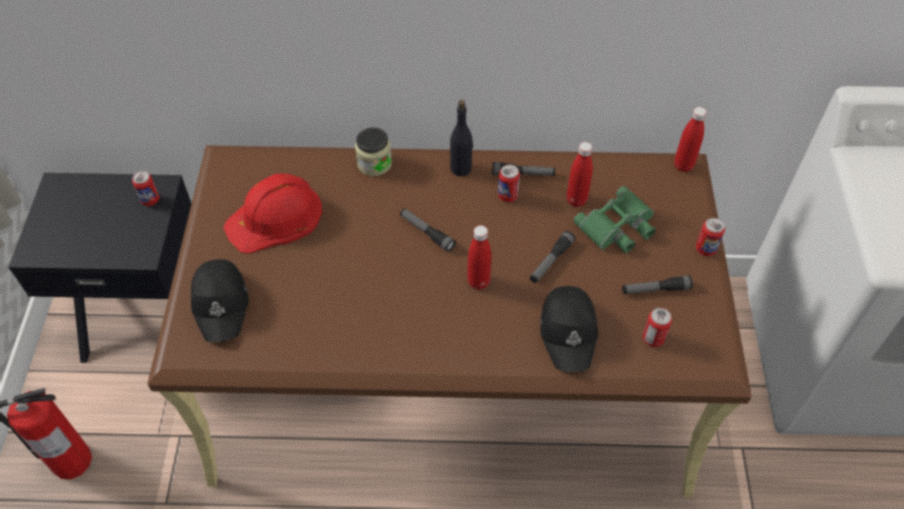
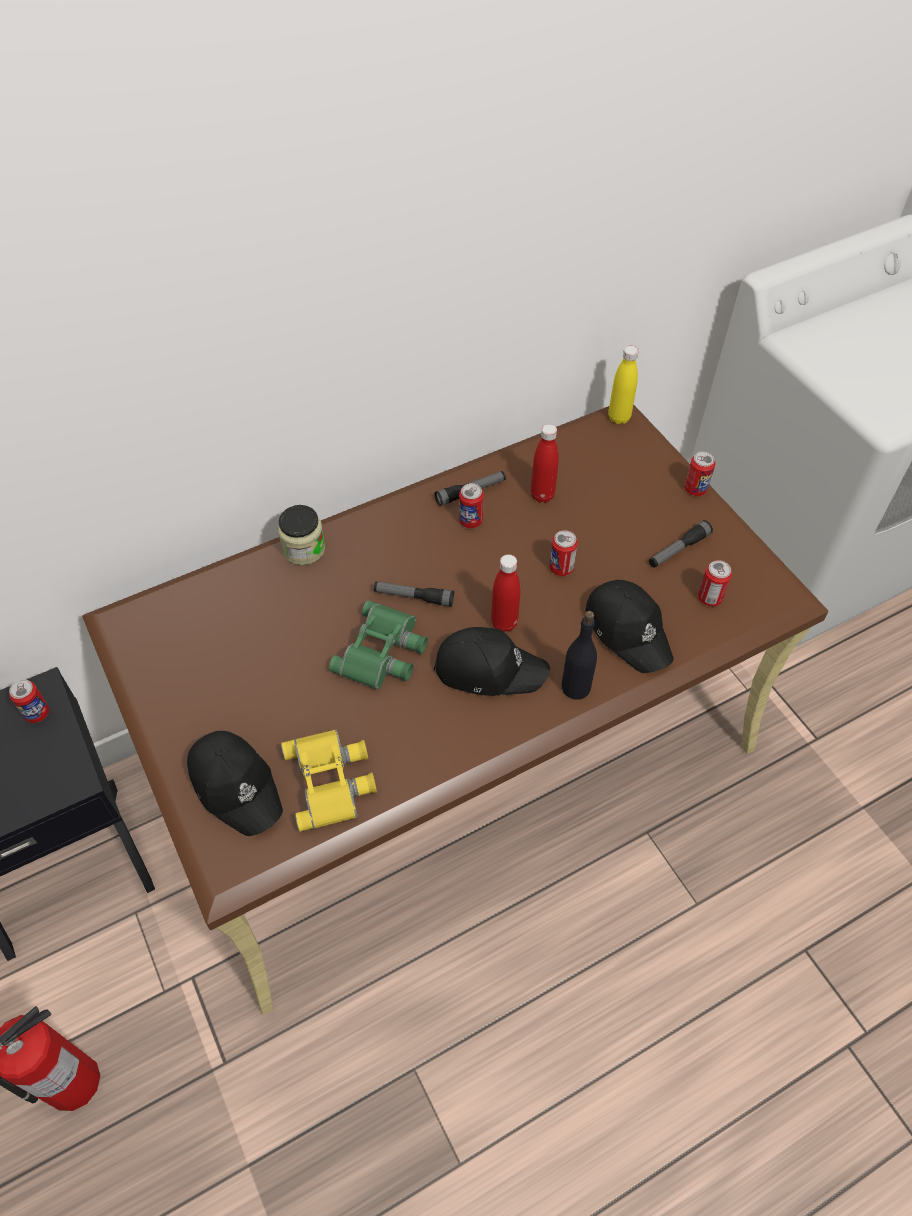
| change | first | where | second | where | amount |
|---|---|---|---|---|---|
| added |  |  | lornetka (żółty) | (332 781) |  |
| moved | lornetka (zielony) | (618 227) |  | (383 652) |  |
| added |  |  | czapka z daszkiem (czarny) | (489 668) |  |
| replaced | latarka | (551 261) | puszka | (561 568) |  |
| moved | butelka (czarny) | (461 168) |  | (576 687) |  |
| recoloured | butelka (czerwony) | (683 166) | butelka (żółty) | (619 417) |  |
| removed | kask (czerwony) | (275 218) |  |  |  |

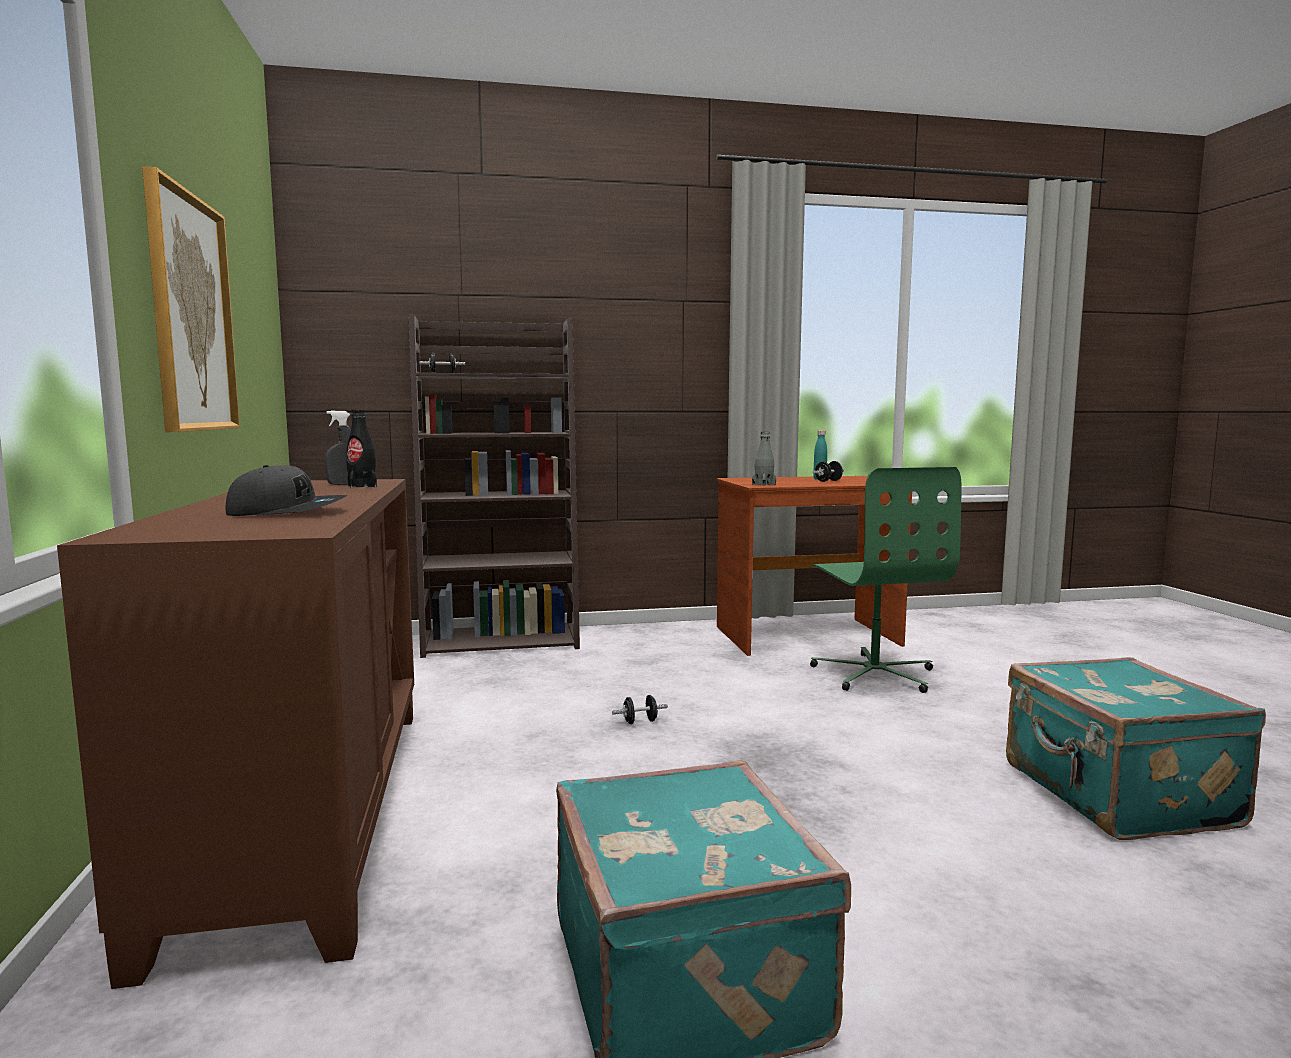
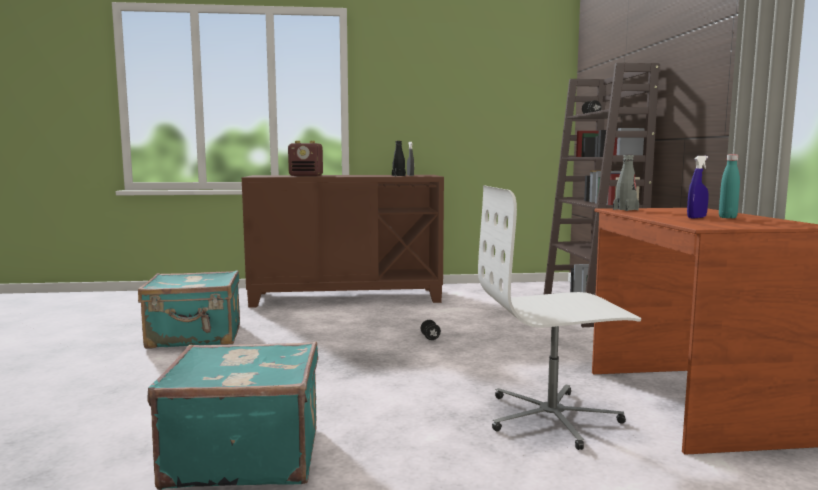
| change | first | where | second | where | amount |
|---|---|---|---|---|---|
| replaced | czapka z daszkiem (szary) | (287 512) | radio | (306 176) |  |
| recoloured | krzesło biurowe (zielony) | (875 674) | krzesło biurowe (biały) | (552 418) |  |
| replaced | hantel (czarny) | (828 481) | spryskiwacz (niebieski) | (696 217) |  |
| removed | obraz | (191 314) |  |  |  |

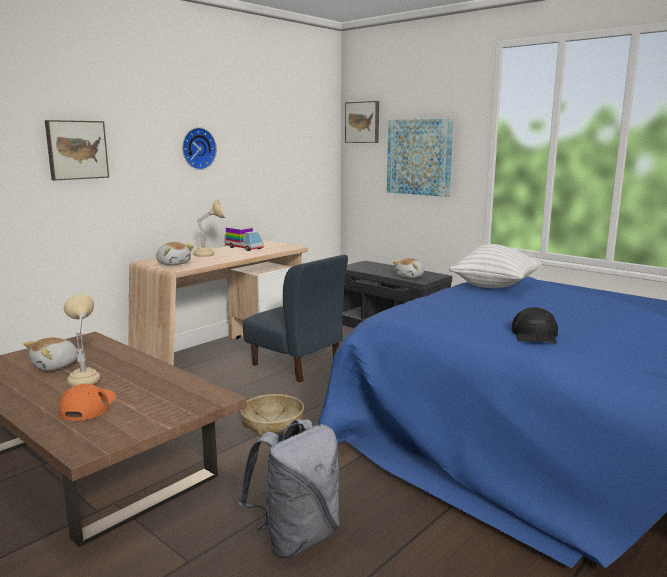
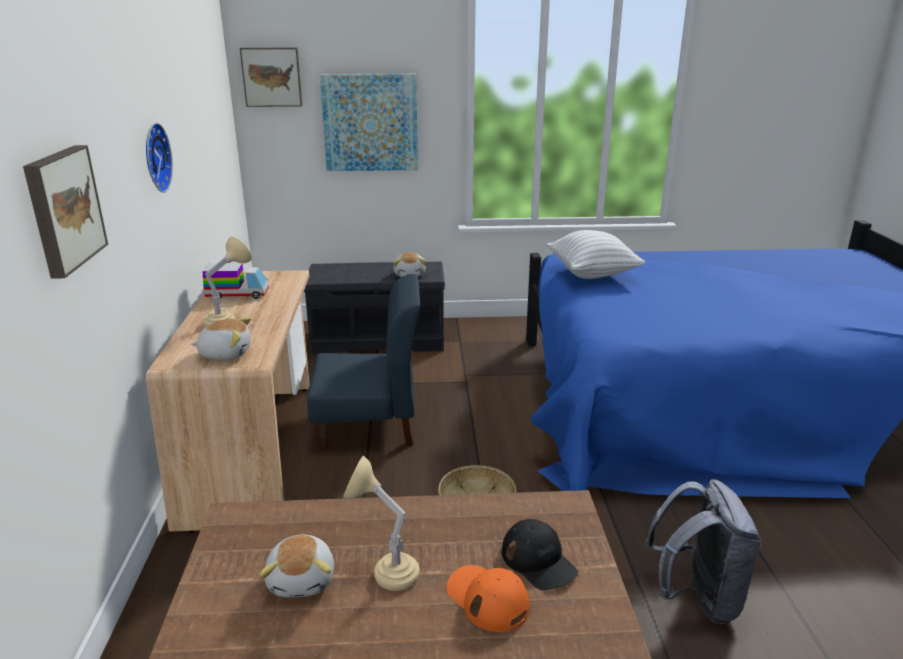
| change | first | where | second | where | amount |
|---|---|---|---|---|---|
| moved | czapka z daszkiem (czarny) | (535 335) |  | (538 561) |  |

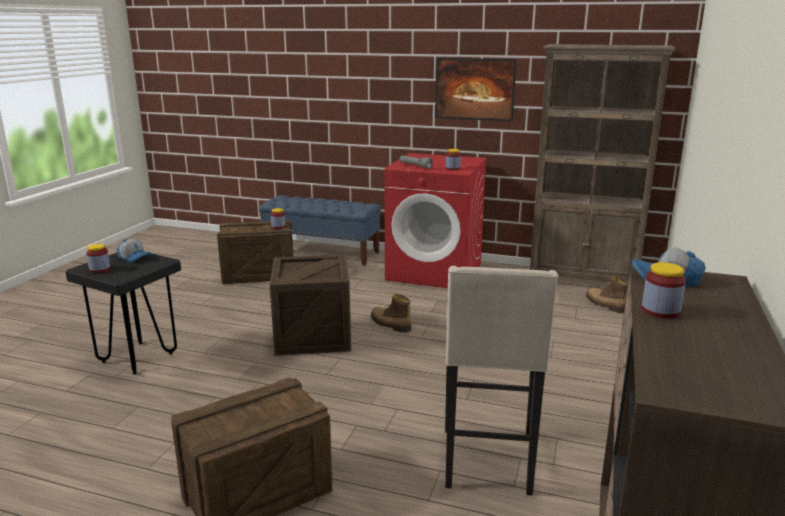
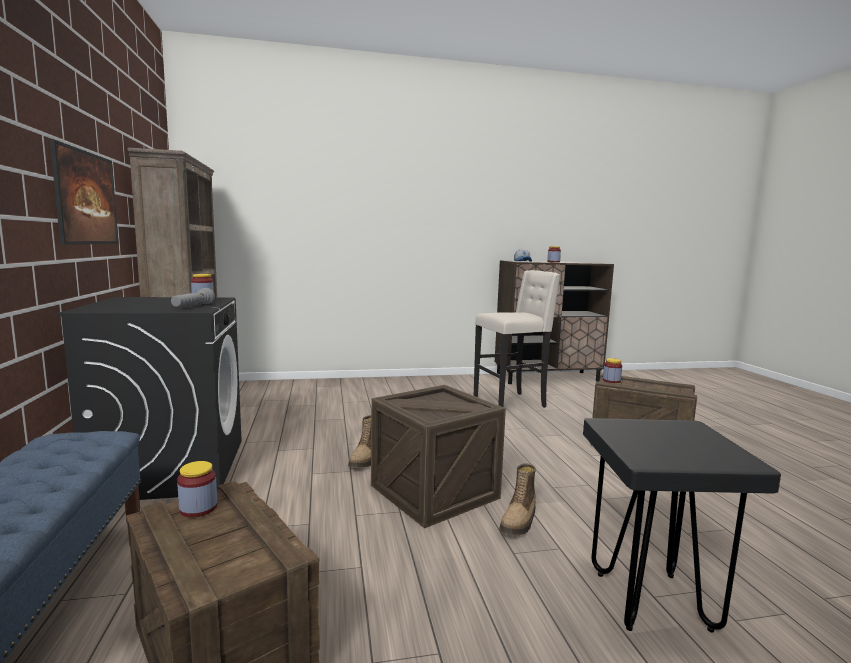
| change | first | where | second | where | amount |
|---|---|---|---|---|---|
| recoloured | pralka (czerwony) | (435 272) | pralka (czarny) | (171 468) |  |
| moved | but z cholewką | (605 305) |  | (519 521) |  |
| moved | słoik | (99 269) |  | (611 380) |  |
| removed | czapka z daszkiem | (135 257) |  |  |  |

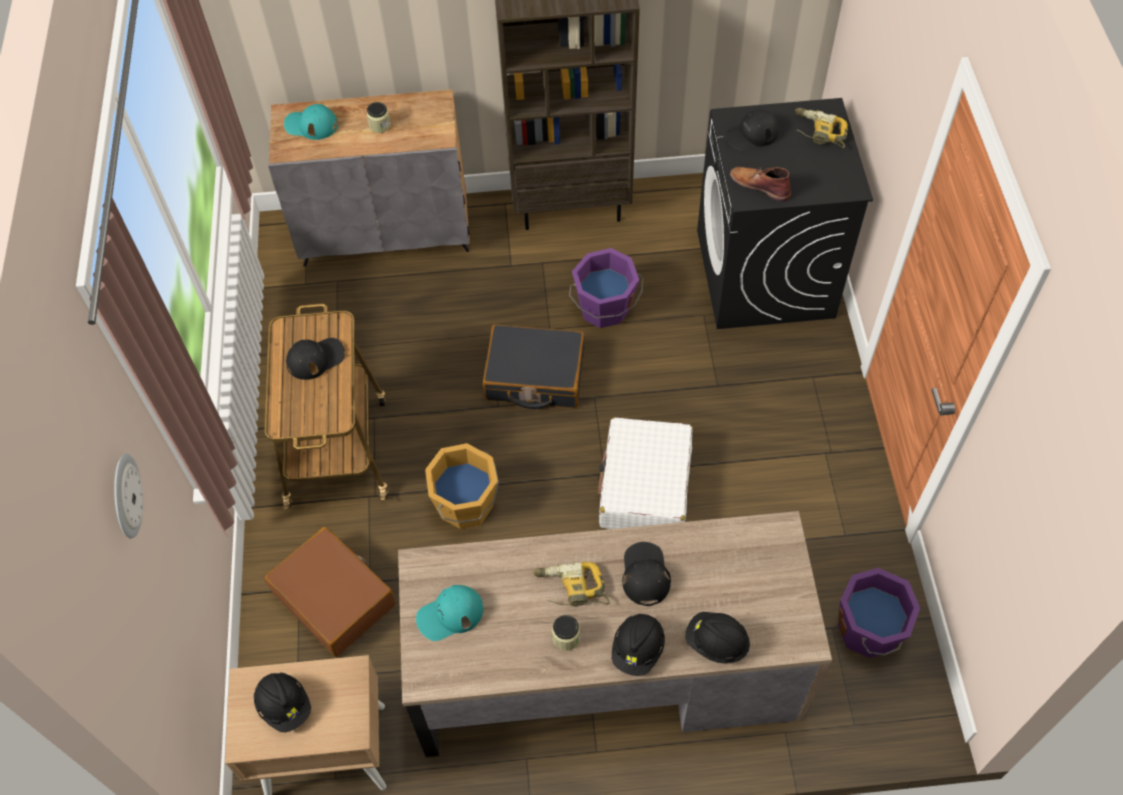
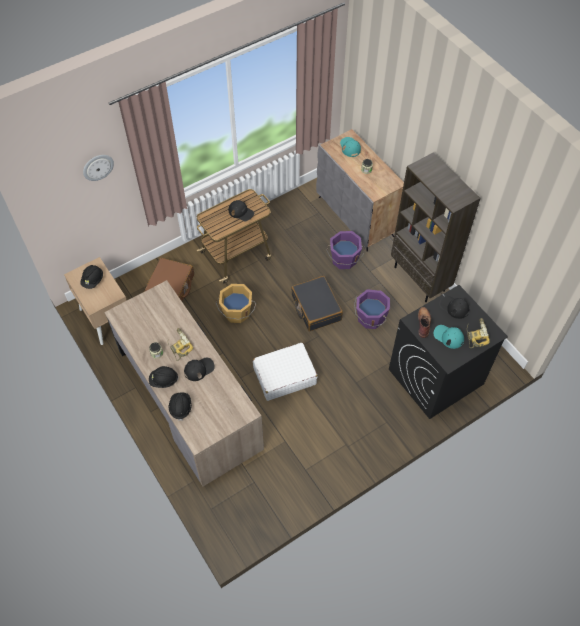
| change | first | where | second | where | amount |
|---|---|---|---|---|---|
| moved | wiadro (fioletowy) | (869 630) |  | (344 260) |  |
| moved | czapka z daszkiem (turkusowy) | (450 614) |  | (448 337) |  |

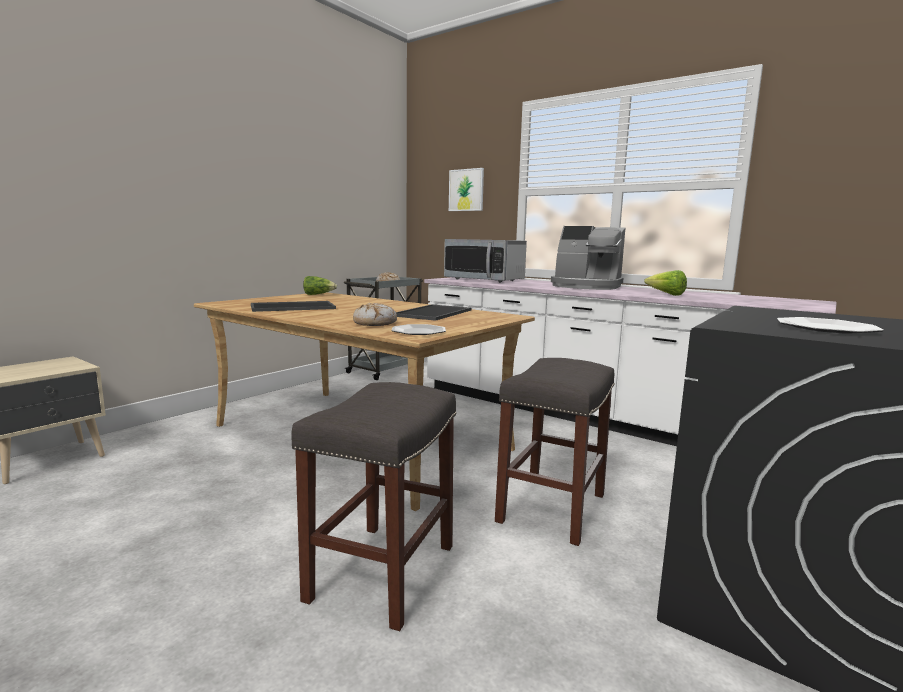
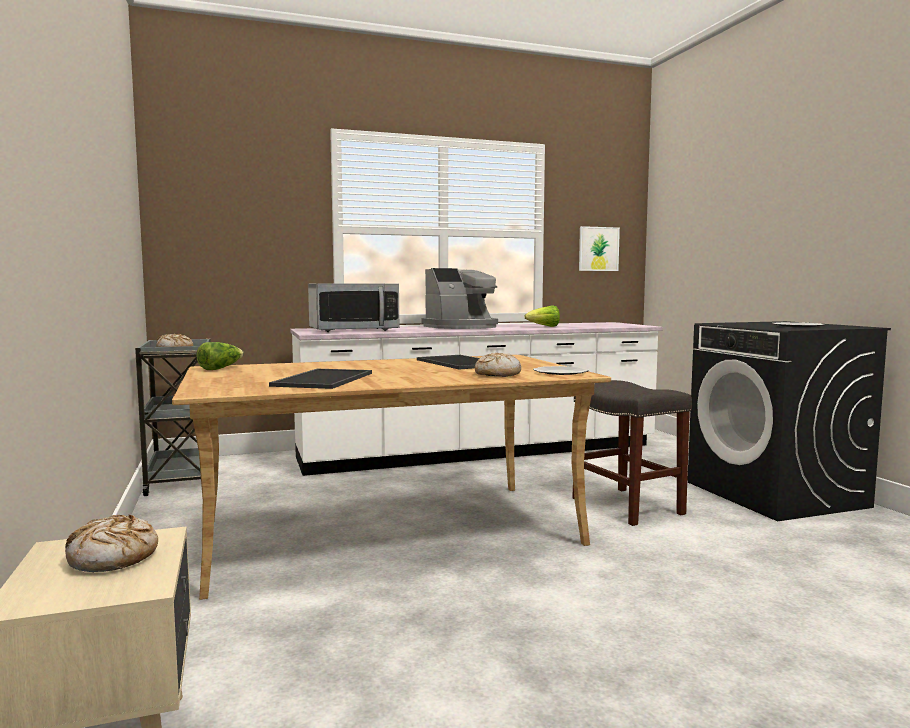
| change | first | where | second | where | amount |
|---|---|---|---|---|---|
| added |  |  | chleb | (113 558) |  |
| moved | obraz | (466 190) |  | (598 249) |  |
| removed | stołek (szary) | (382 573) |  |  |  |

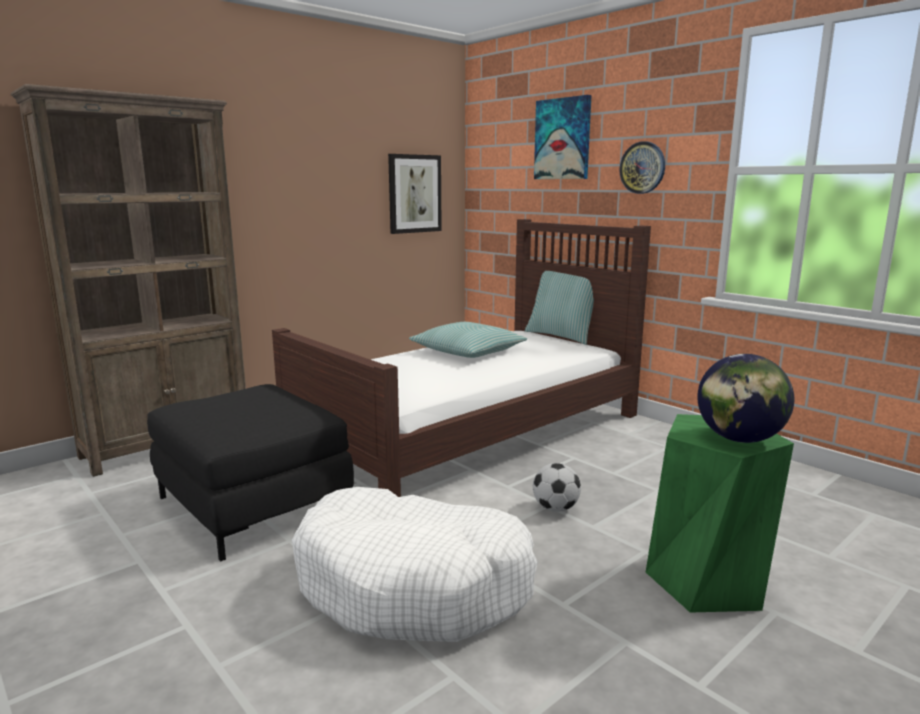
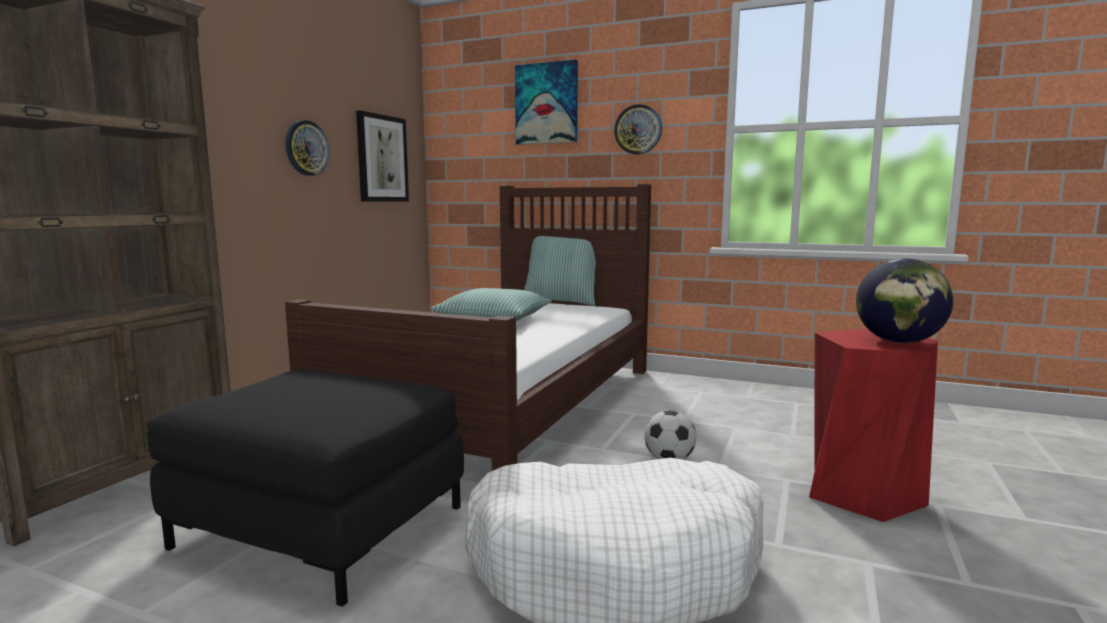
| change | first | where | second | where | amount |
|---|---|---|---|---|---|
| added |  |  | zegar ścienny | (306 148) |  |
| recoloured | stołek (zielony) | (706 581) | stołek (czerwony) | (862 493) |  |

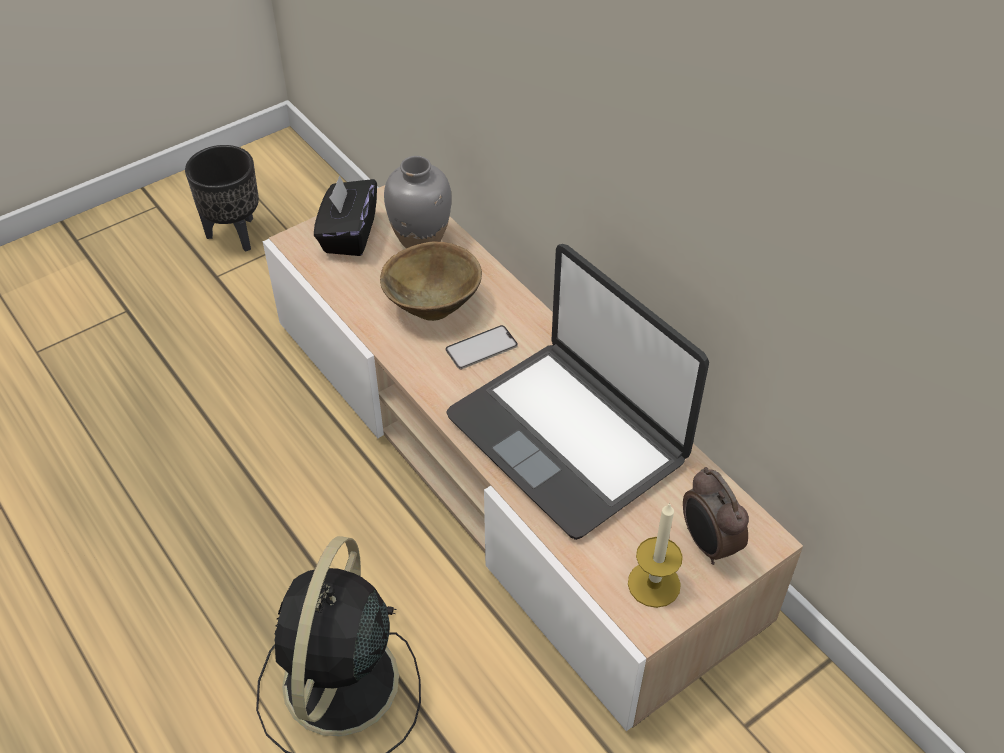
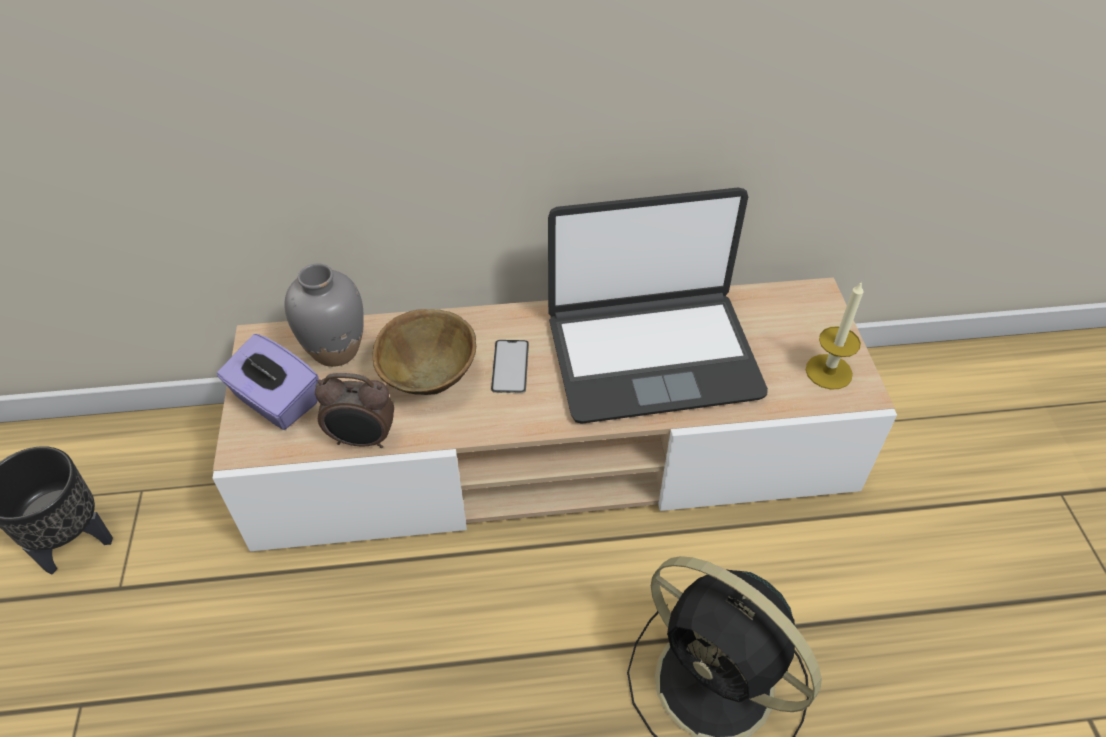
| change | first | where | second | where | amount |
|---|---|---|---|---|---|
| recoloured | pudełko chusteczek (czarny) | (348 234) | pudełko chusteczek (fioletowy) | (276 401) |  |
| moved | budzik | (707 544) |  | (363 440) |  |

